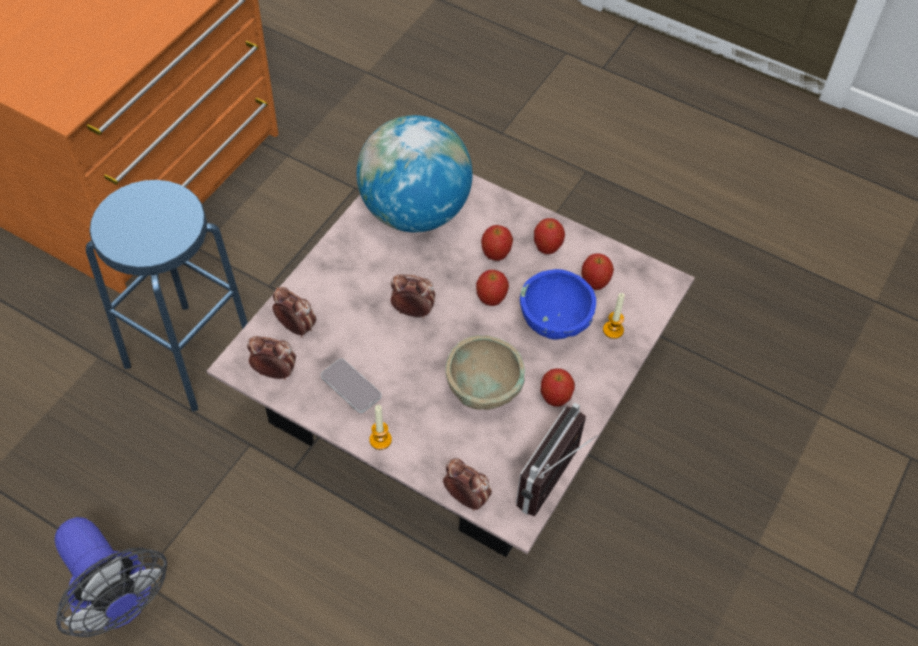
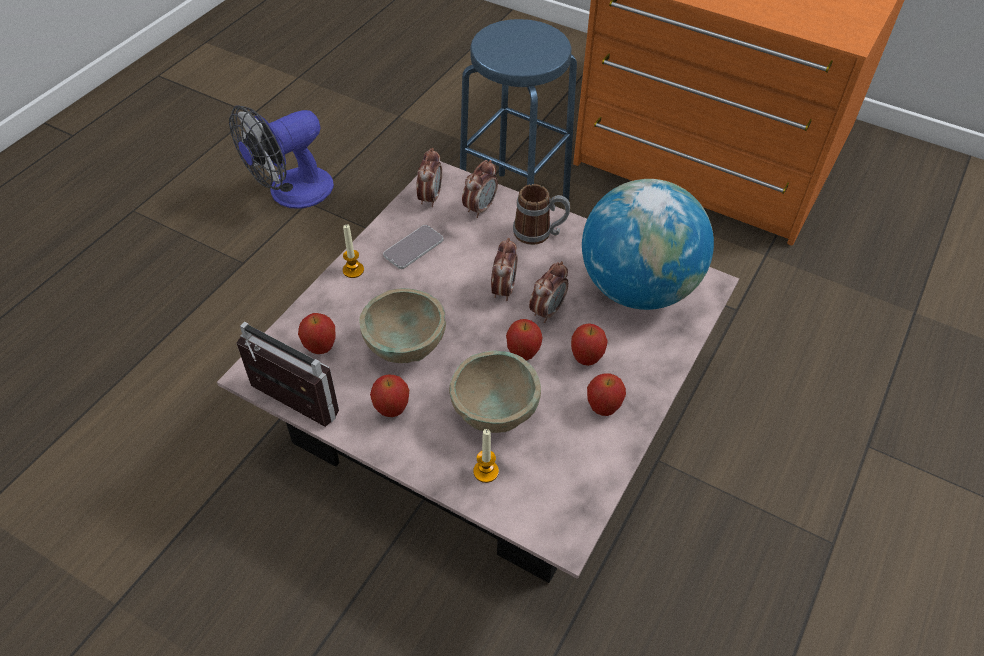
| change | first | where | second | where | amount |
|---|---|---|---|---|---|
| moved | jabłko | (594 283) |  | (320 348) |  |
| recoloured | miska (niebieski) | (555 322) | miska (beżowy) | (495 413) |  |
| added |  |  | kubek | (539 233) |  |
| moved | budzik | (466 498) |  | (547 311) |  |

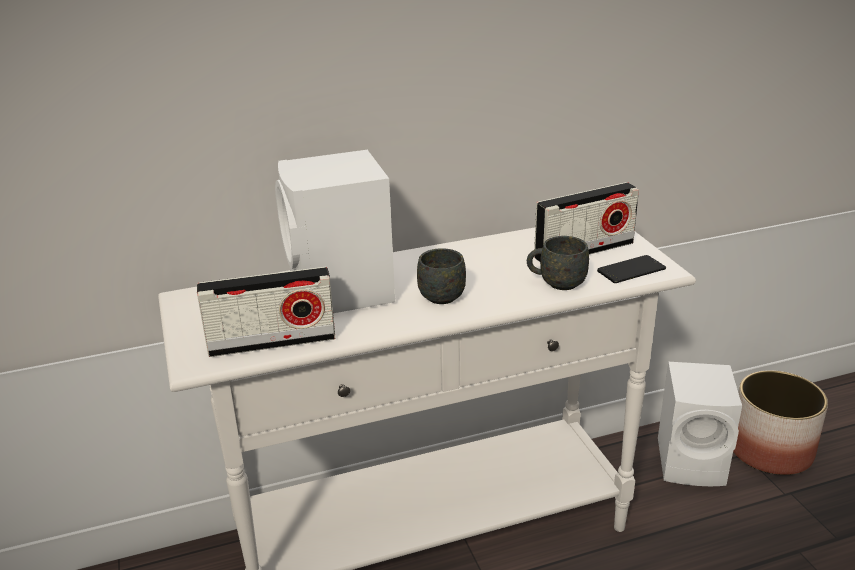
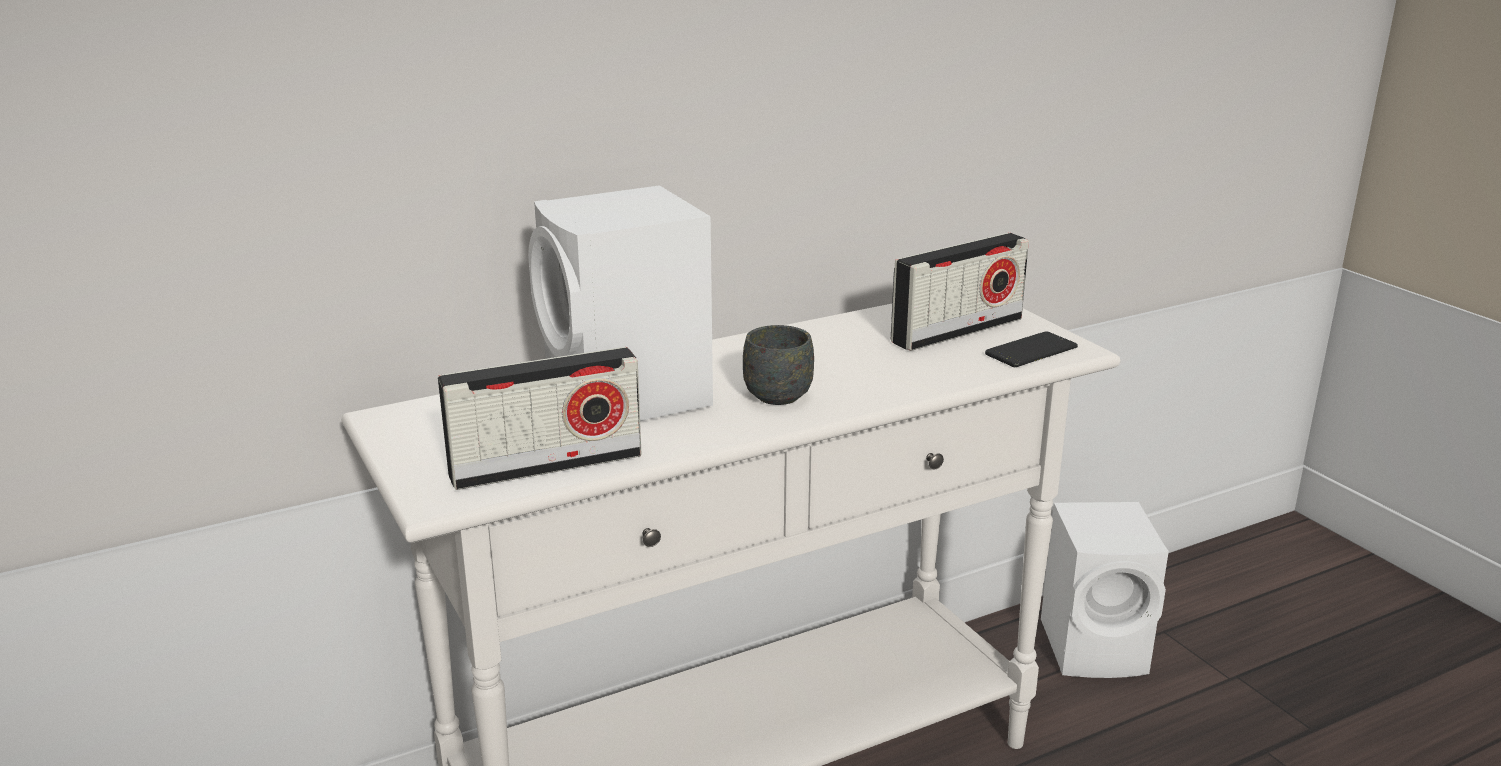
| change | first | where | second | where | amount |
|---|---|---|---|---|---|
| removed | kubek (szary) | (556 283) |  |  |  |
| removed | donica | (770 450) |  |  |  |

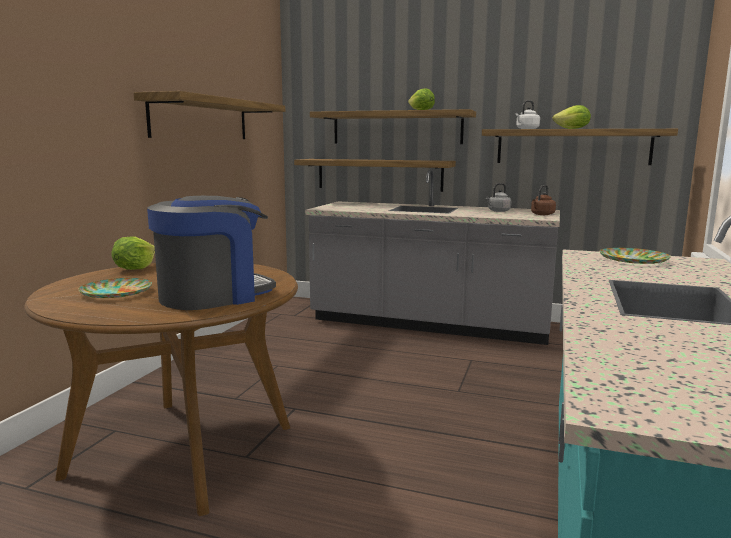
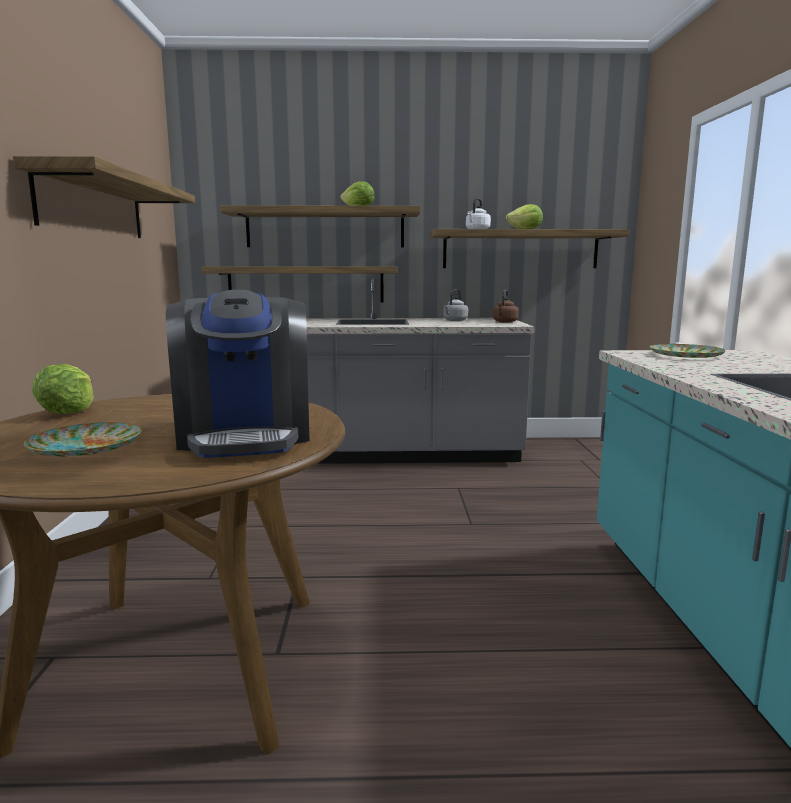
| change | first | where | second | where | amount |
|---|---|---|---|---|---|
| turned | ekspres do kawy | (213 295) |  | (245 436) | 135 degrees clockwise |

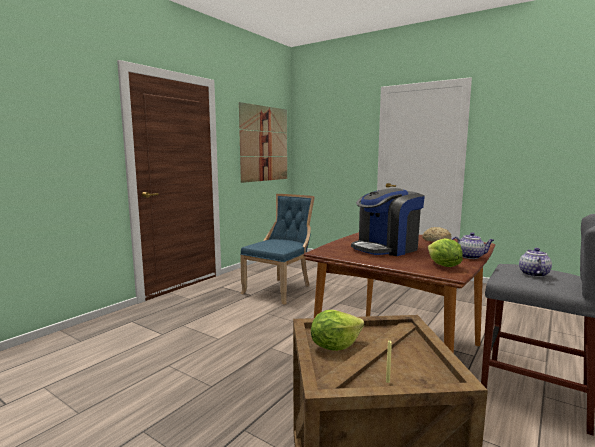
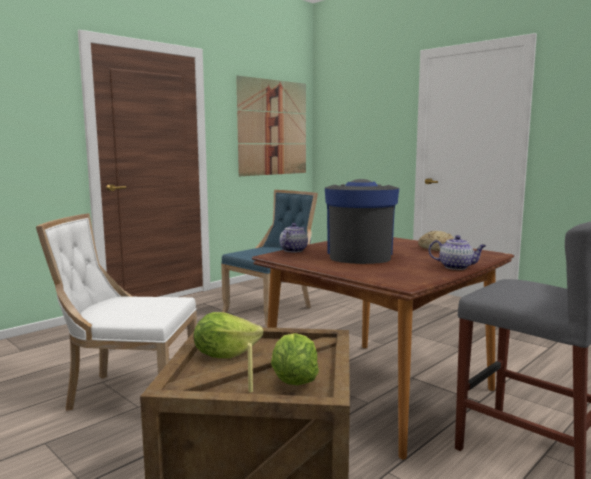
| change | first | where | second | where | amount |
|---|---|---|---|---|---|
| added |  |  | krzesło (biały) | (129 394) |  |
| moved | sałata | (443 266) |  | (293 380) |  |
| moved | imbryk | (533 274) |  | (293 250) |  |
| turned | ekspres do kawy | (386 248) |  | (359 255) | 120 degrees clockwise |

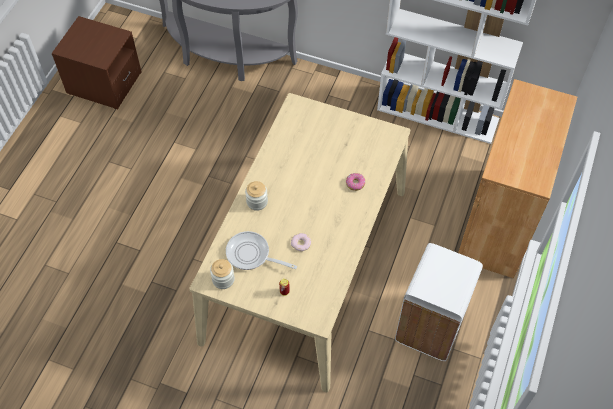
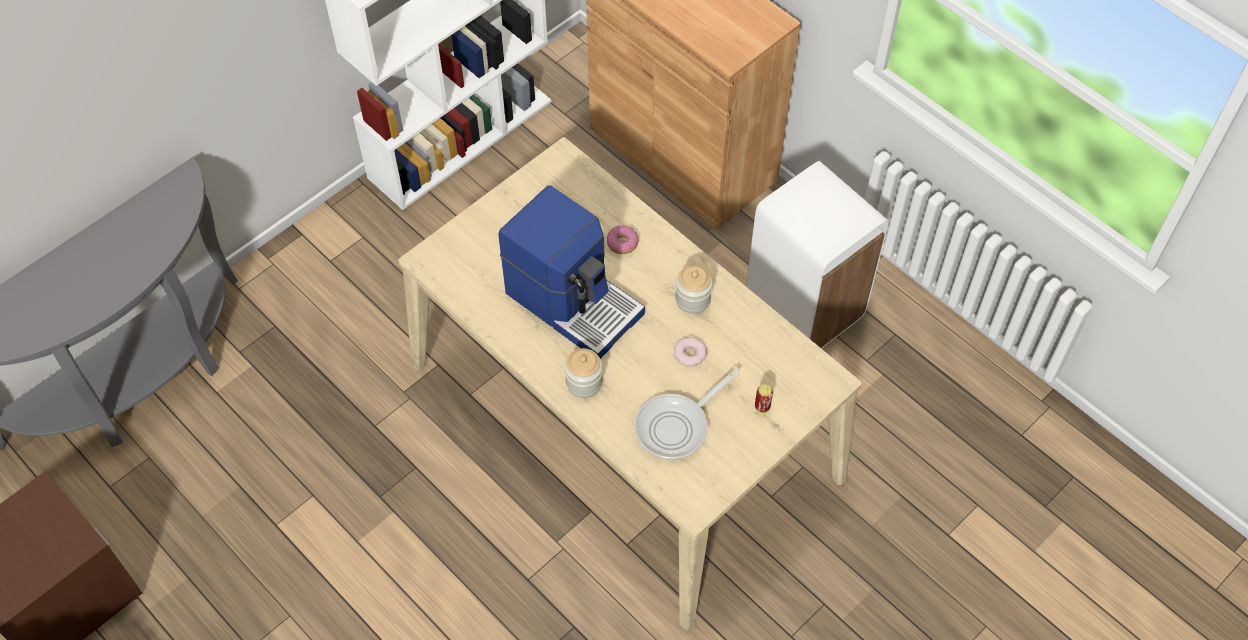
| change | first | where | second | where | amount |
|---|---|---|---|---|---|
| added |  |  | ekspres do kawy | (574 301) |  |
| moved | słoik | (223 279) |  | (693 299) |  |

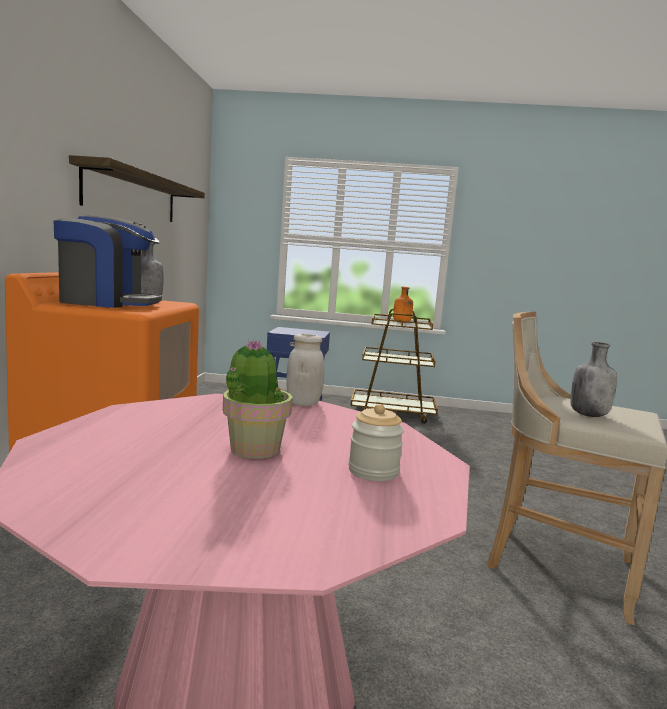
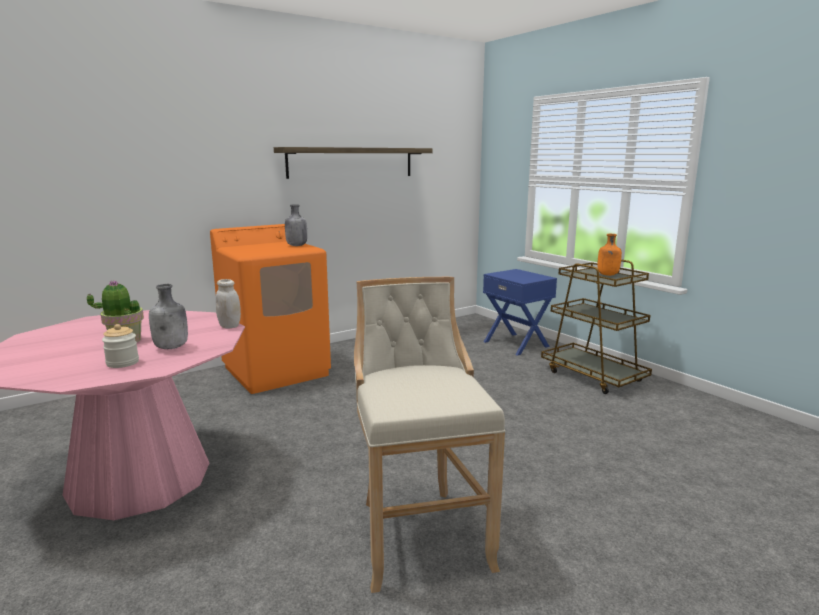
| change | first | where | second | where | amount |
|---|---|---|---|---|---|
| moved | butelka (szary) | (588 415) |  | (172 347) |  |
| removed | ekspres do kawy | (108 302) |  |  |  |

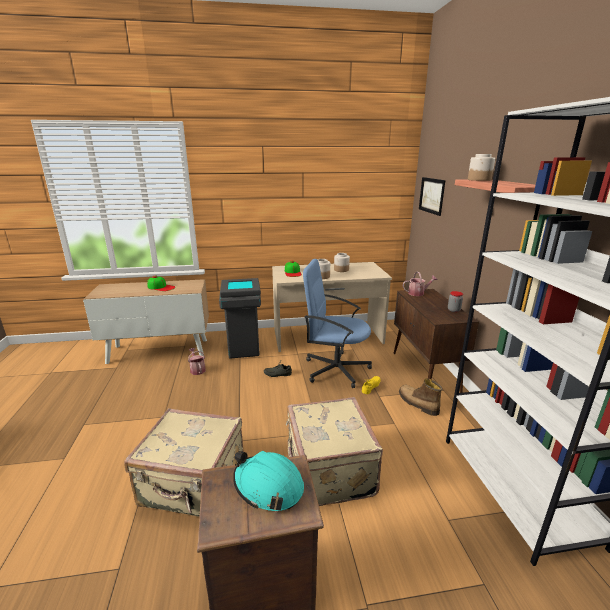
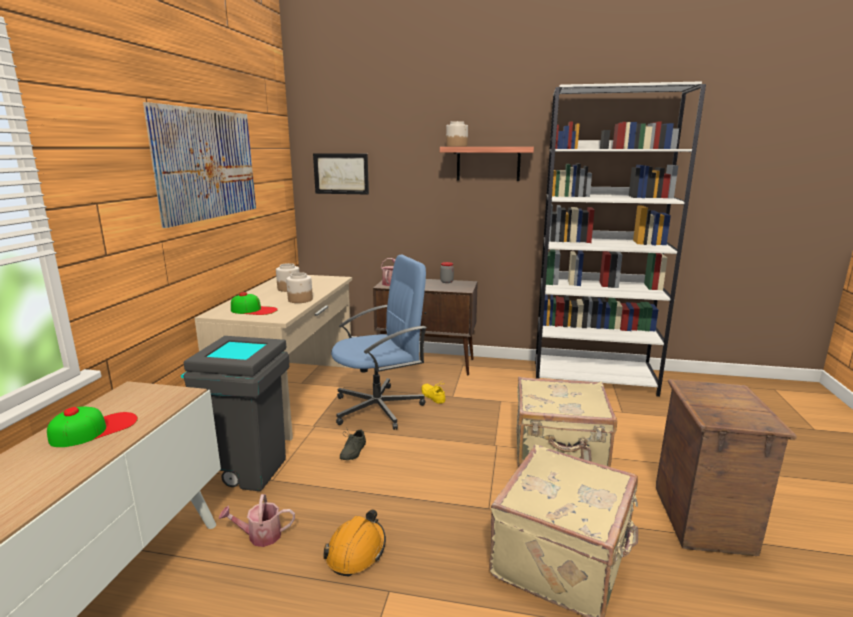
| change | first | where | second | where | amount |
|---|---|---|---|---|---|
| added |  |  | obraz | (206 164) |  |
| added |  |  | kask (pomarańczowy) | (356 551) |  |
| turned | krzesło biurowe (niebieski) | (335 369) |  | (379 408) | 150 degrees counterclockwise |
| removed | kask (turkusowy) | (268 486) |  |  |  |
| removed | but z cholewką | (417 404) |  |  |  |

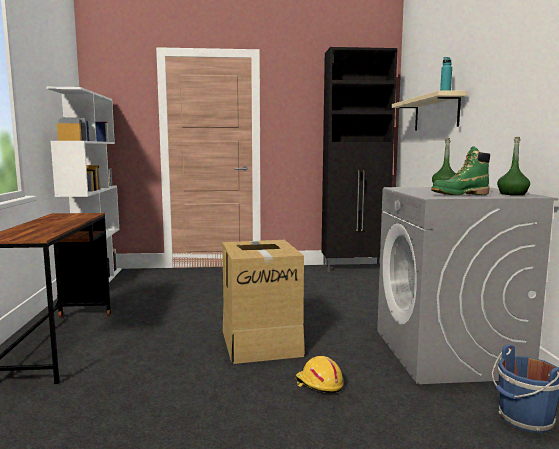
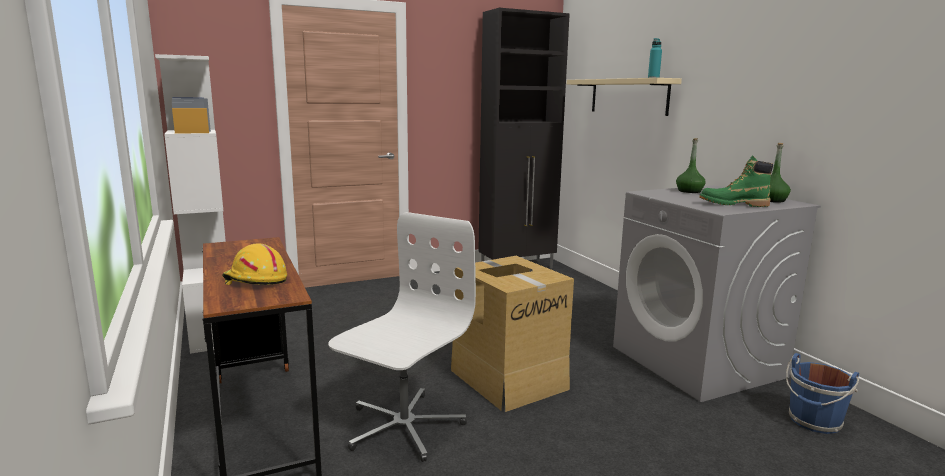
| change | first | where | second | where | amount |
|---|---|---|---|---|---|
| moved | kask (żółty) | (318 384) |  | (255 281) |  |
| added |  |  | krzesło biurowe (biały) | (403 426) |  |
| turned | but z cholewką (zielony) | (459 194) |  | (733 204) | 45 degrees clockwise |

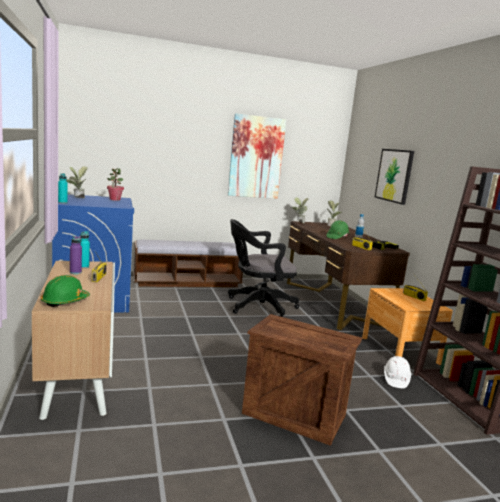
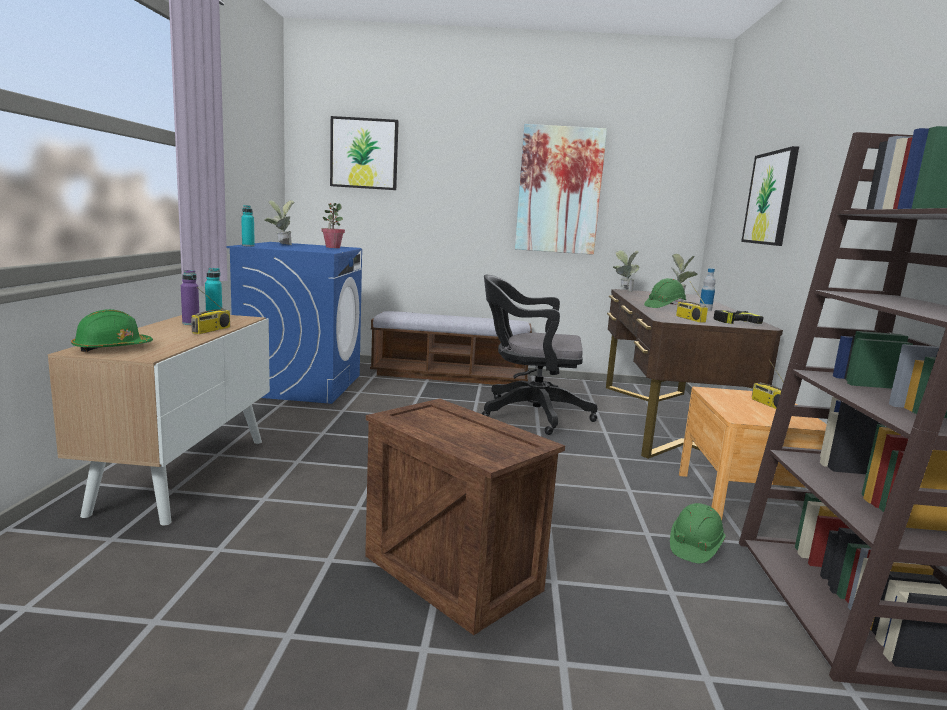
| change | first | where | second | where | amount |
|---|---|---|---|---|---|
| added |  |  | obraz | (364 153) |  |
| recoloured | kask (biały) | (395 379) | kask (zielony) | (694 547) |  |

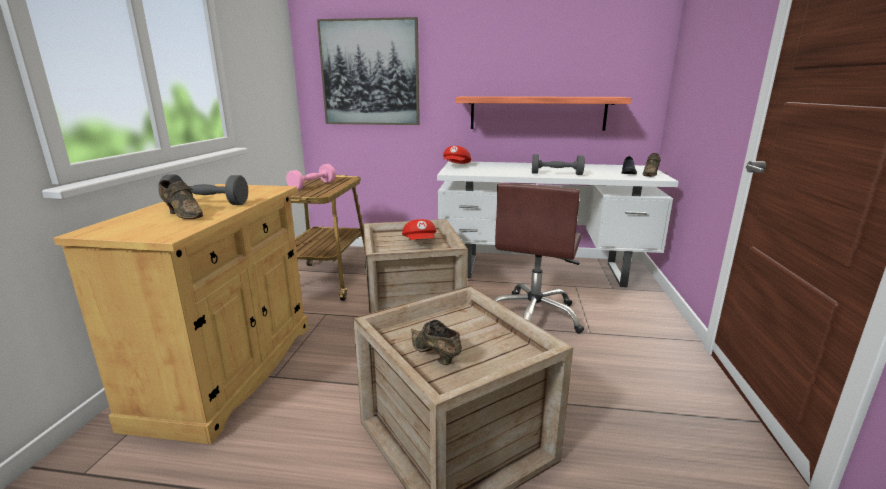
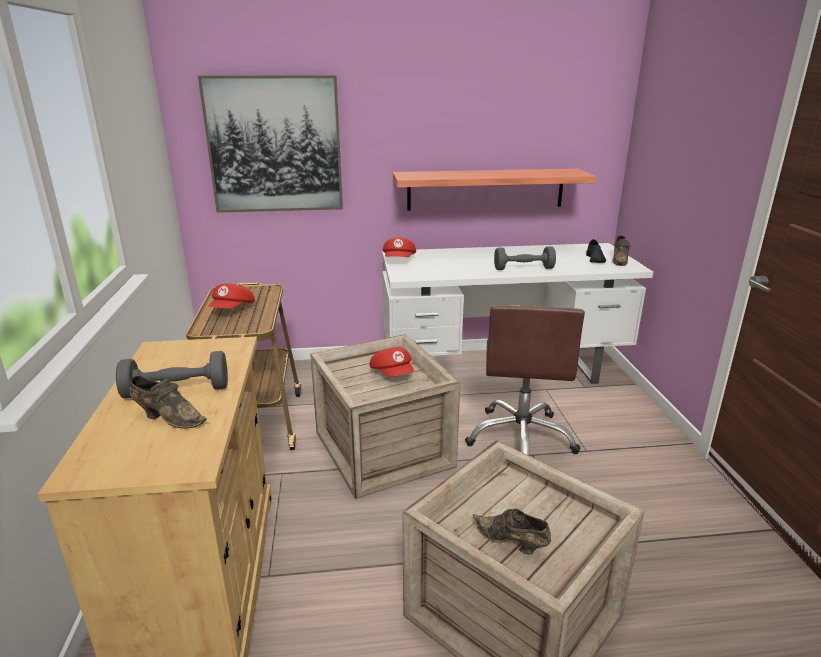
| change | first | where | second | where | amount |
|---|---|---|---|---|---|
| replaced | hantel (różowy) | (312 186) | czapka z daszkiem (czerwony) | (233 310) |  |

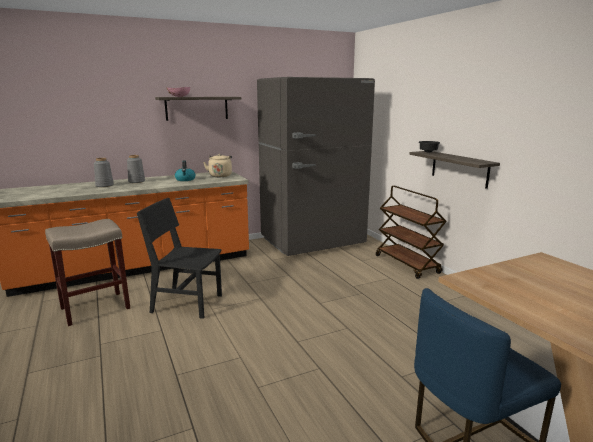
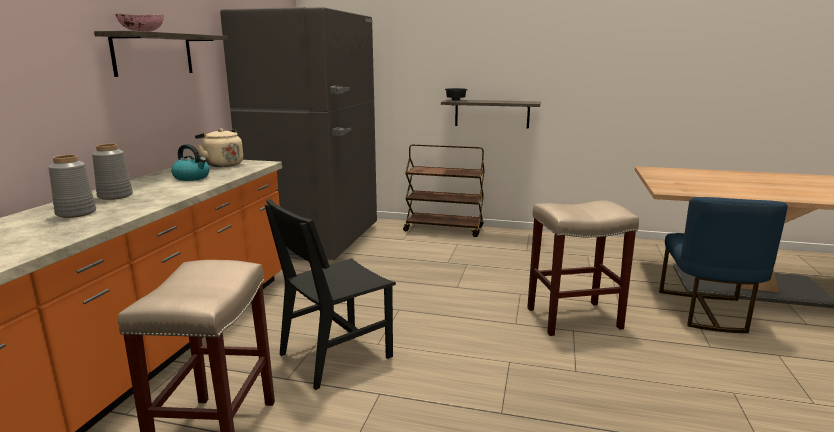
| change | first | where | second | where | amount |
|---|---|---|---|---|---|
| added |  |  | stołek (beżowy) | (574 318) |  |

